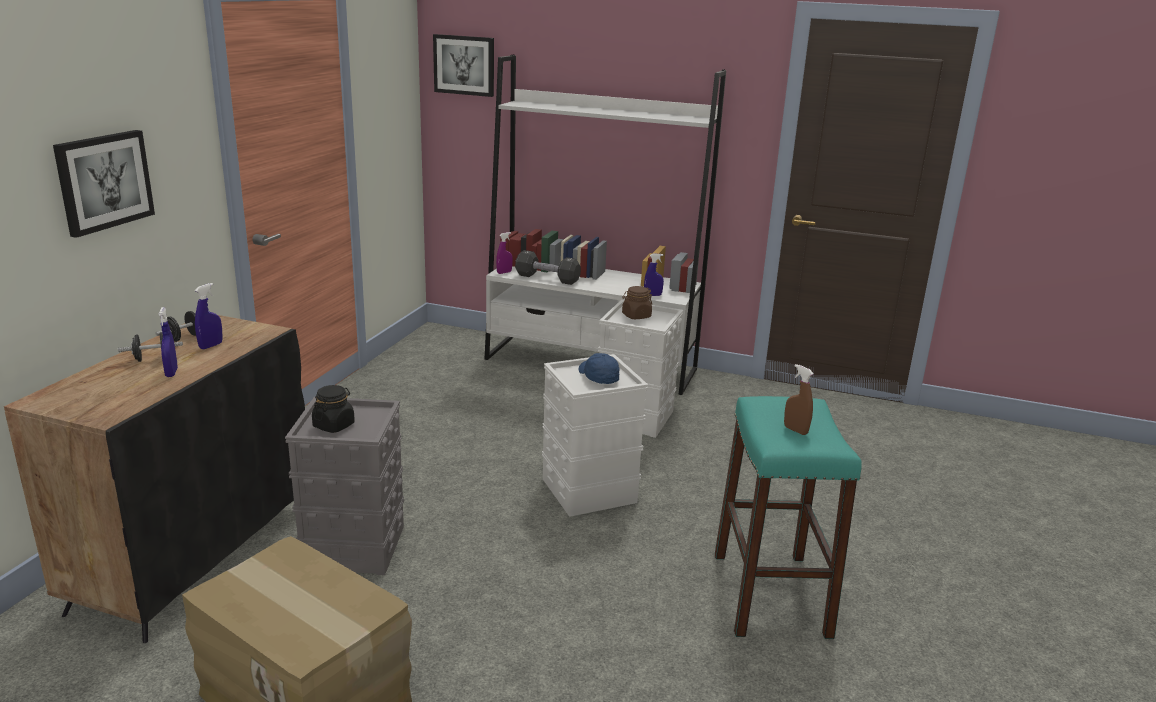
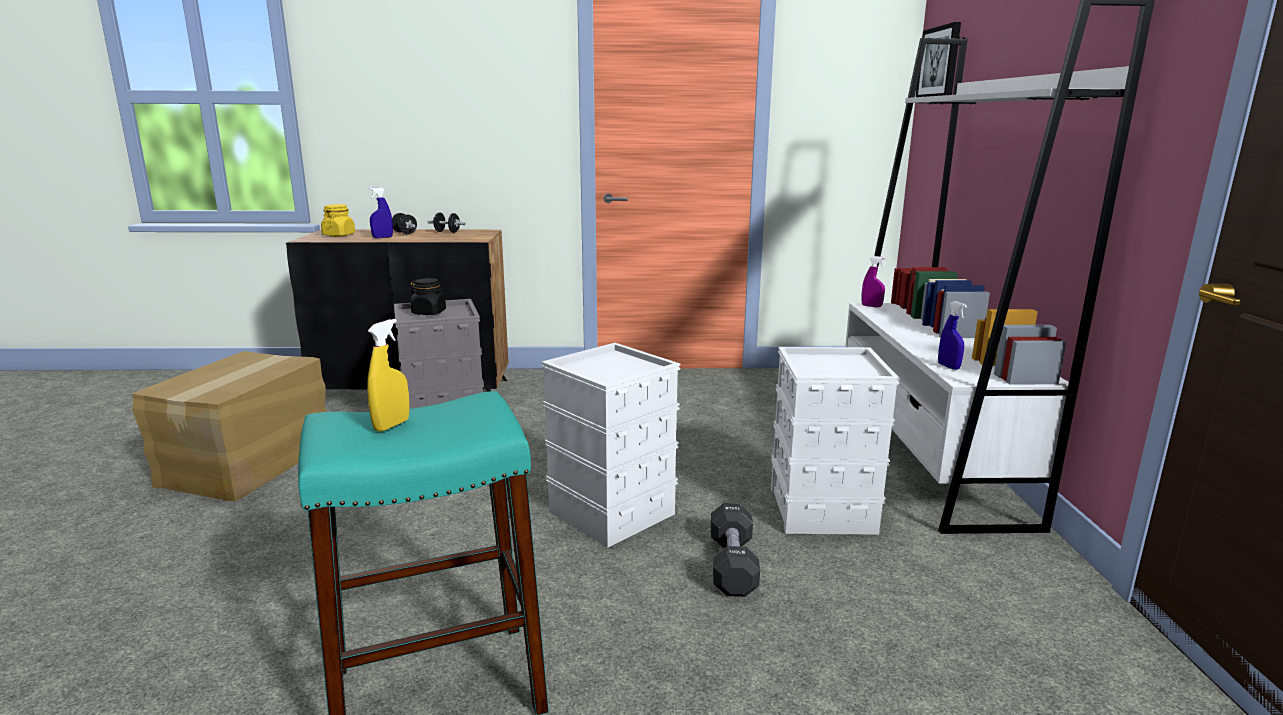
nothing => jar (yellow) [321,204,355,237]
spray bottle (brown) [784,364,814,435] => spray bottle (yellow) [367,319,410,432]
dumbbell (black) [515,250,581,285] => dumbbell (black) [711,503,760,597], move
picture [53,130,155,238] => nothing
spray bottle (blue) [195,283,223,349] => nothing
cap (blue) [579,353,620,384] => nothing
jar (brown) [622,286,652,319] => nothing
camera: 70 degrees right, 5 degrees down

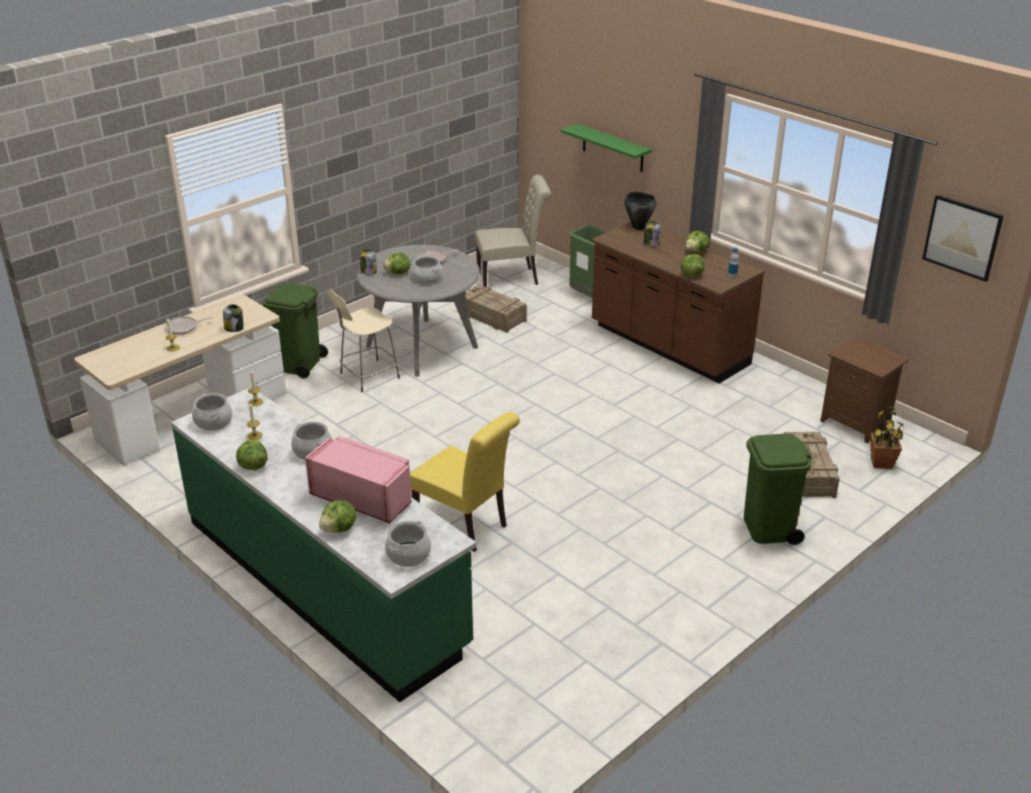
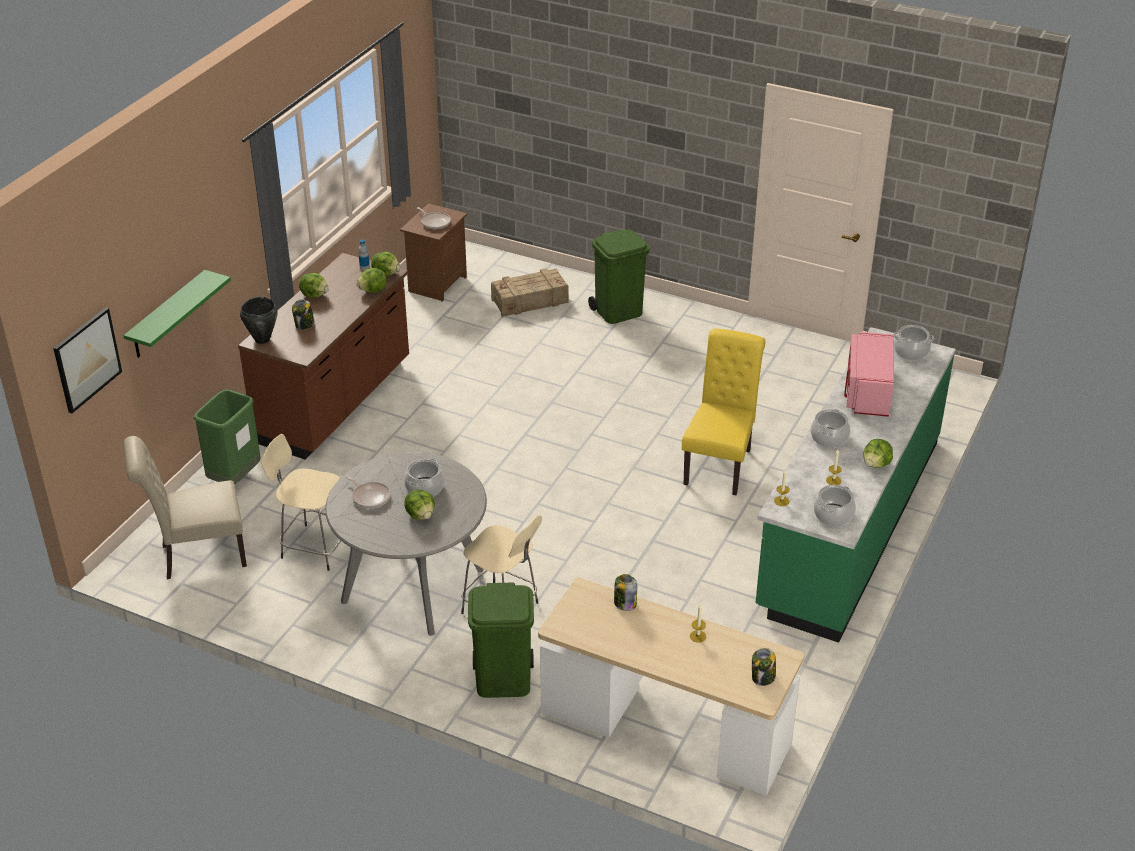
picture [922,195,1004,282] => picture [53,307,122,413], move
chair (beige) [474,175,551,287] => chair (beige) [124,436,247,579], 75 degrees counterclockwise
crate [465,285,527,333] => stool (beige) [262,434,341,571]
lettuce [319,500,356,533] => lettuce [371,252,400,276], move
frying pan [165,317,213,335] => frying pan [417,207,451,229], move
jar [360,249,377,275] => jar [752,648,776,686], move
potted plant [870,405,905,469] => nothing
camera: 110 degrees left, 5 degrees up

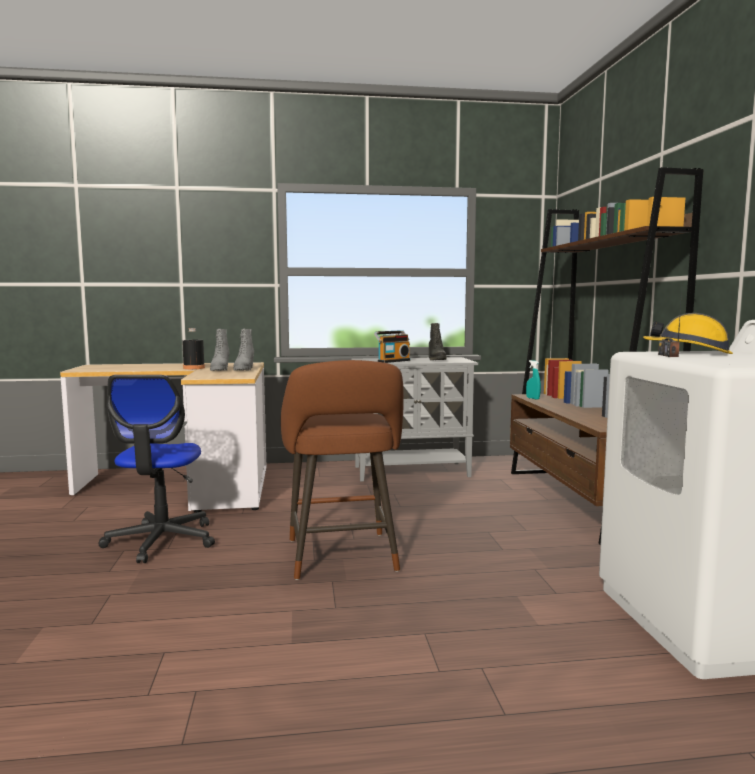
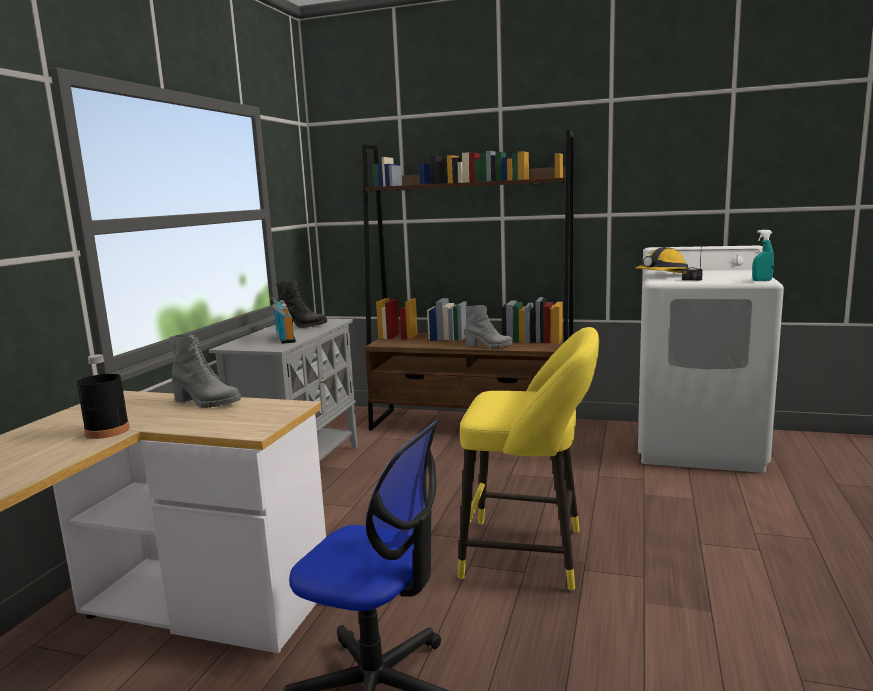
stool (brown) [281,360,404,580] => stool (yellow) [457,327,599,591]
boot (grey) [210,329,229,371] => boot (grey) [465,305,513,349], move
spray bottle (turquoise) [526,360,541,400] => spray bottle (turquoise) [752,230,774,281], move
camera: 65 degrees left, 5 degrees up

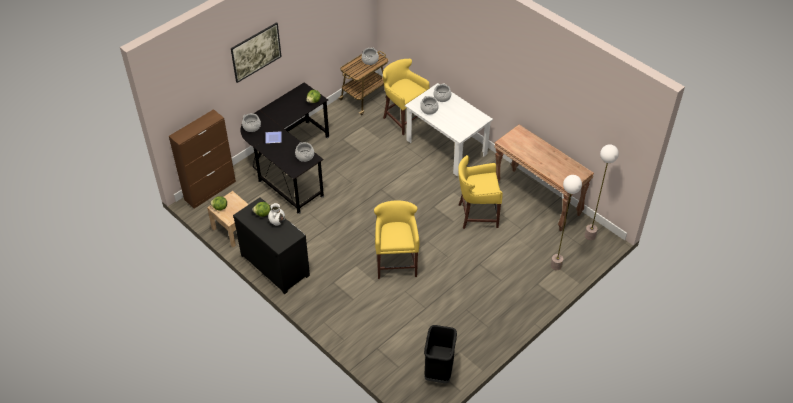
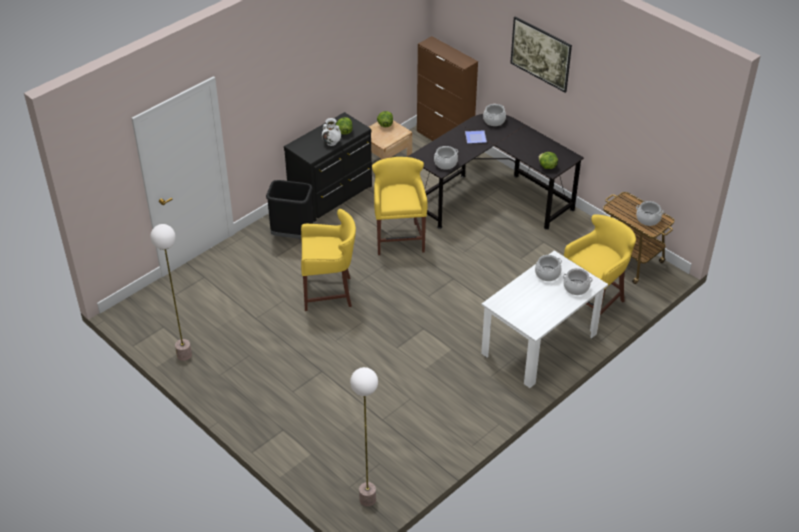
floor lamp [551,175,582,270] => floor lamp [150,224,192,361], move
trash can (black) [424,325,457,383] => trash can (black) [266,180,314,239], move
stool (yellow) [458,155,503,229] => stool (yellow) [372,157,428,255], move
console table (brown) [494,124,594,231] => nothing
camera: 90 degrees right, 5 degrees down

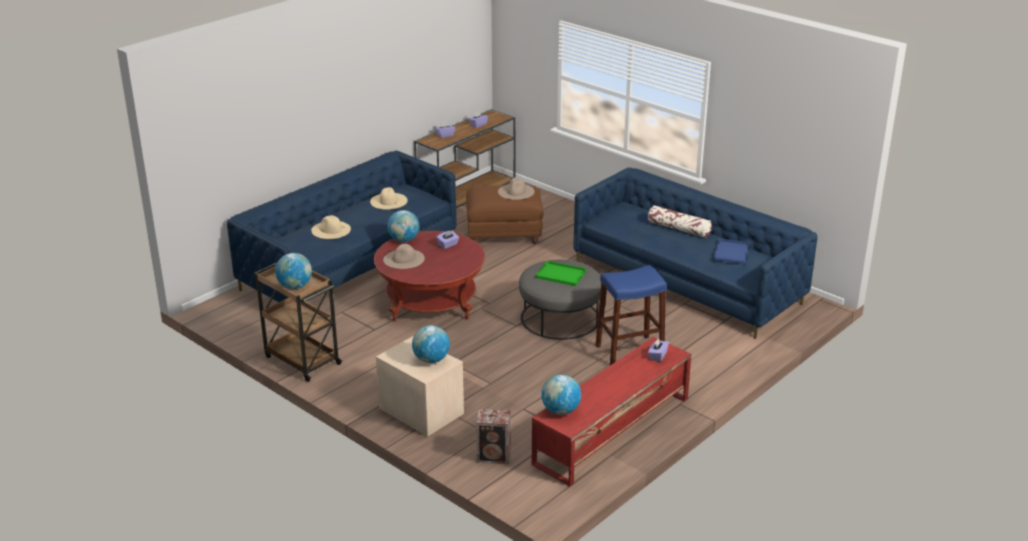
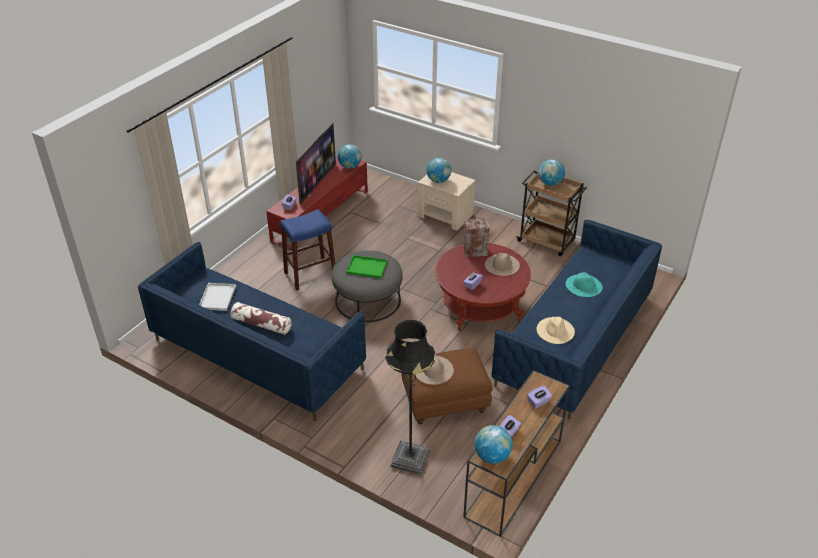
tray (blue) [713,238,750,264] => tray (white) [199,283,236,311]
nothing => television [296,123,336,205]
nothing => floor lamp (black) [385,320,436,475]
speaker [476,409,510,464] => speaker [463,218,489,257], move
globe [387,210,419,242] => globe [474,425,512,464], move
hat (beige) [311,215,351,239] => hat (turquoise) [566,272,603,297]
camera: 170 degrees right, 10 degrees up

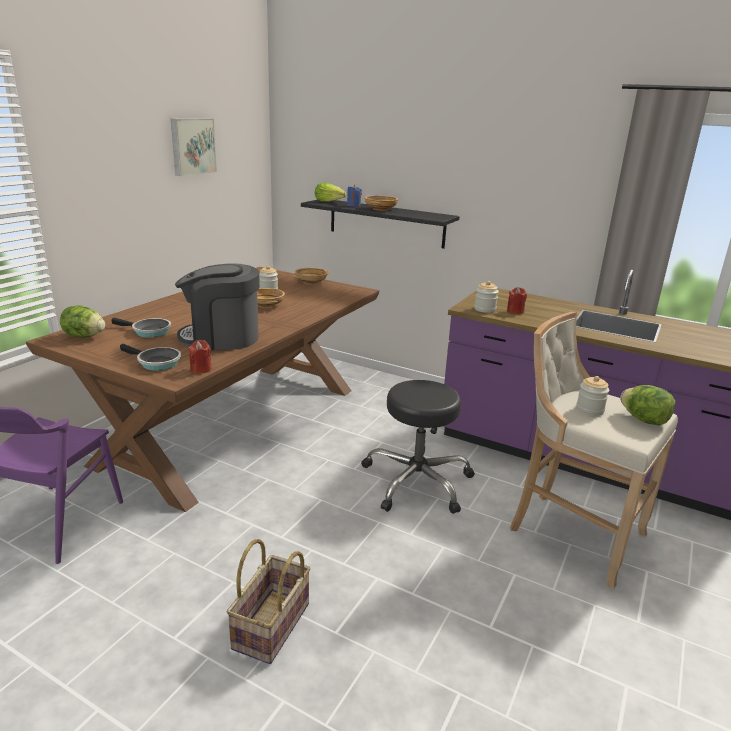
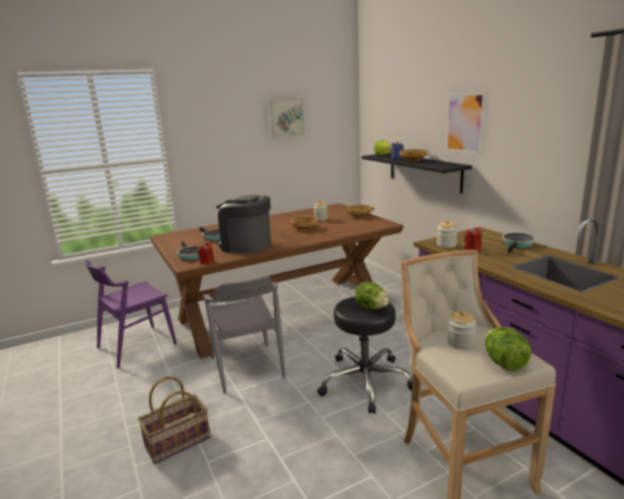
nothing => chair (grey) [204,276,286,393]
lettuce [60,305,105,338] => lettuce [355,282,389,309], move
nothing => picture [446,92,486,155]
nothing => frying pan [502,232,536,254]
camera: 35 degrees right, 5 degrees down

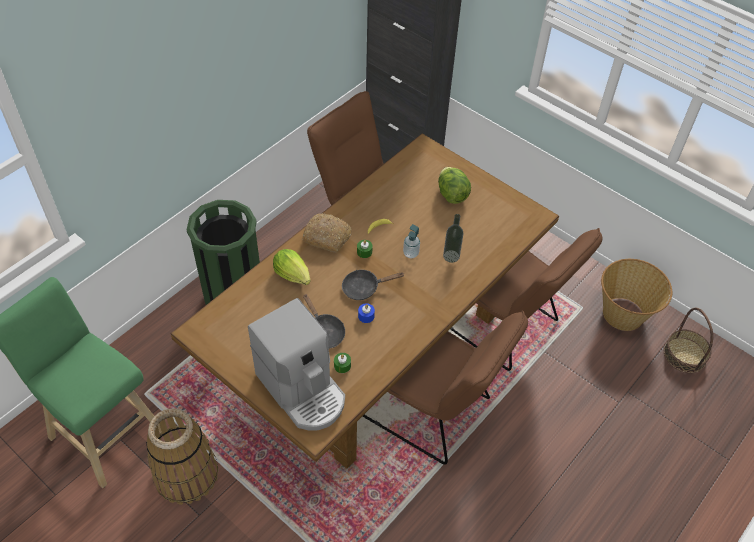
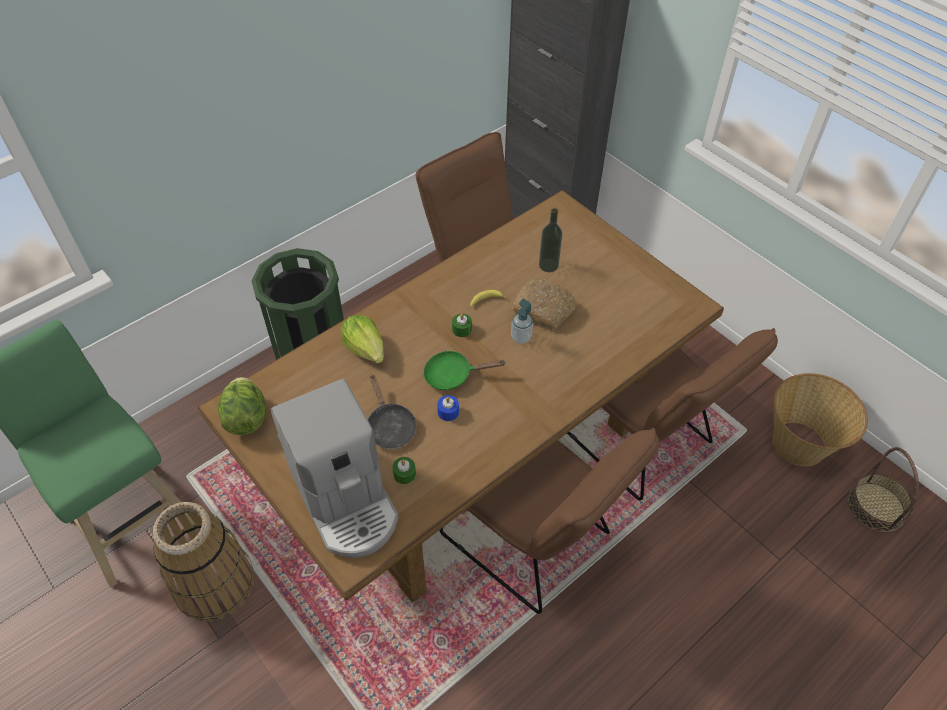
lettuce [438,167,471,204] => lettuce [218,377,265,435], move
frying pan (black) [342,270,405,300] => frying pan (green) [423,351,506,390]
bread [302,213,352,252] => bread [512,278,576,329], move
bottle [443,214,463,263] => bottle [539,208,563,272], move
camera: 10 degrees right, 0 degrees up

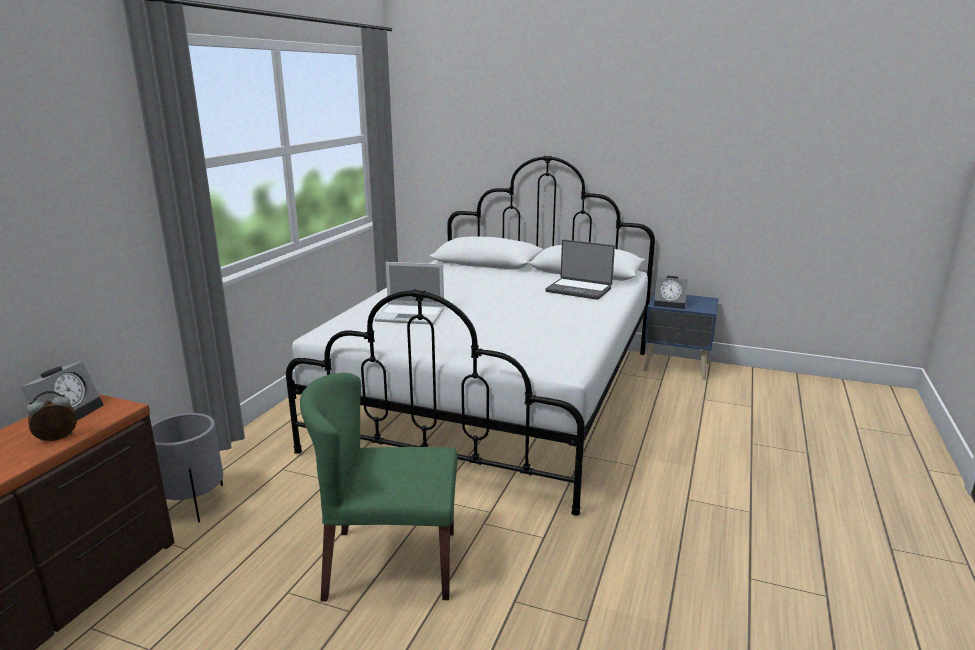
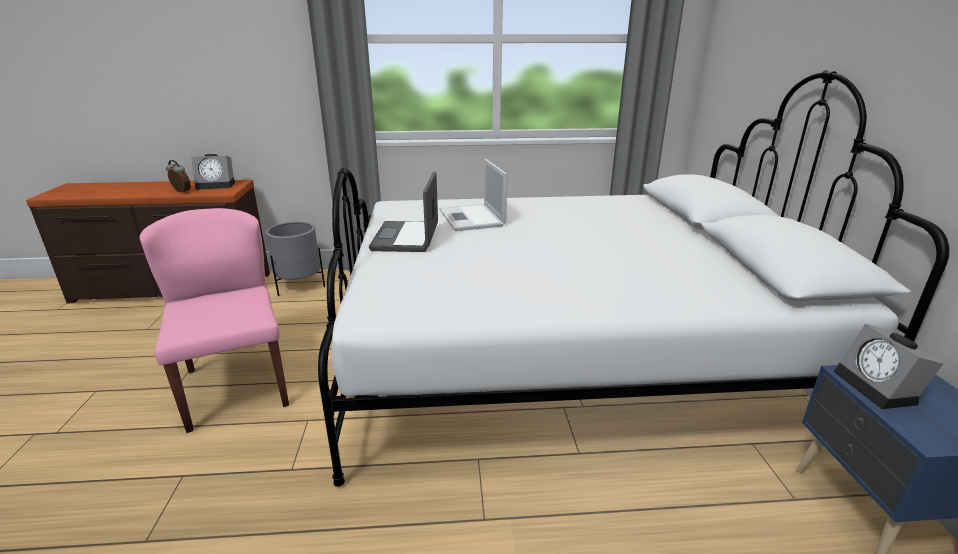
chair (green) [300,373,458,602] => chair (pink) [139,208,289,433]
laptop [545,240,615,300] => laptop [369,172,438,252], move
camera: 65 degrees right, 5 degrees up

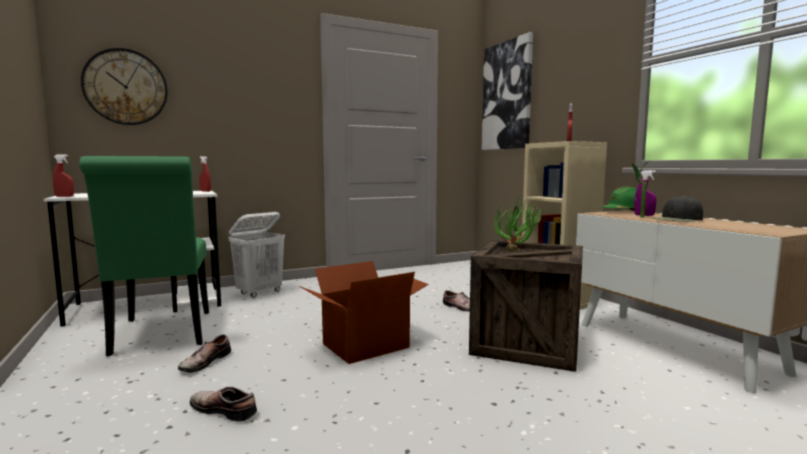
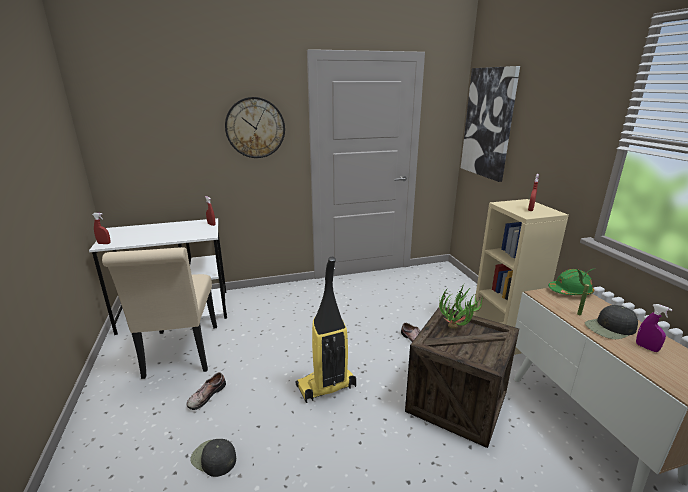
chair (green) [79,156,209,356] => chair (beige) [102,247,217,379]
shoe [190,387,257,422] => cap (black) [190,439,236,477]
wall clock [81,48,168,125] => wall clock [225,97,285,158], move
cardboard box [300,261,429,364] => vacuum cleaner [296,257,356,403]
spray bottle (purple) [634,170,656,216] => spray bottle (purple) [636,304,672,352], move
laundry basket (white) [229,212,285,298] => nothing
camera: 10 degrees right, 15 degrees up

